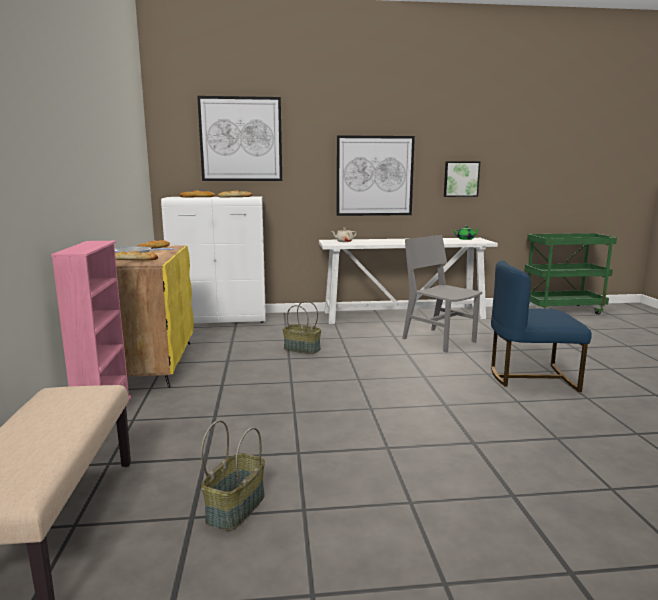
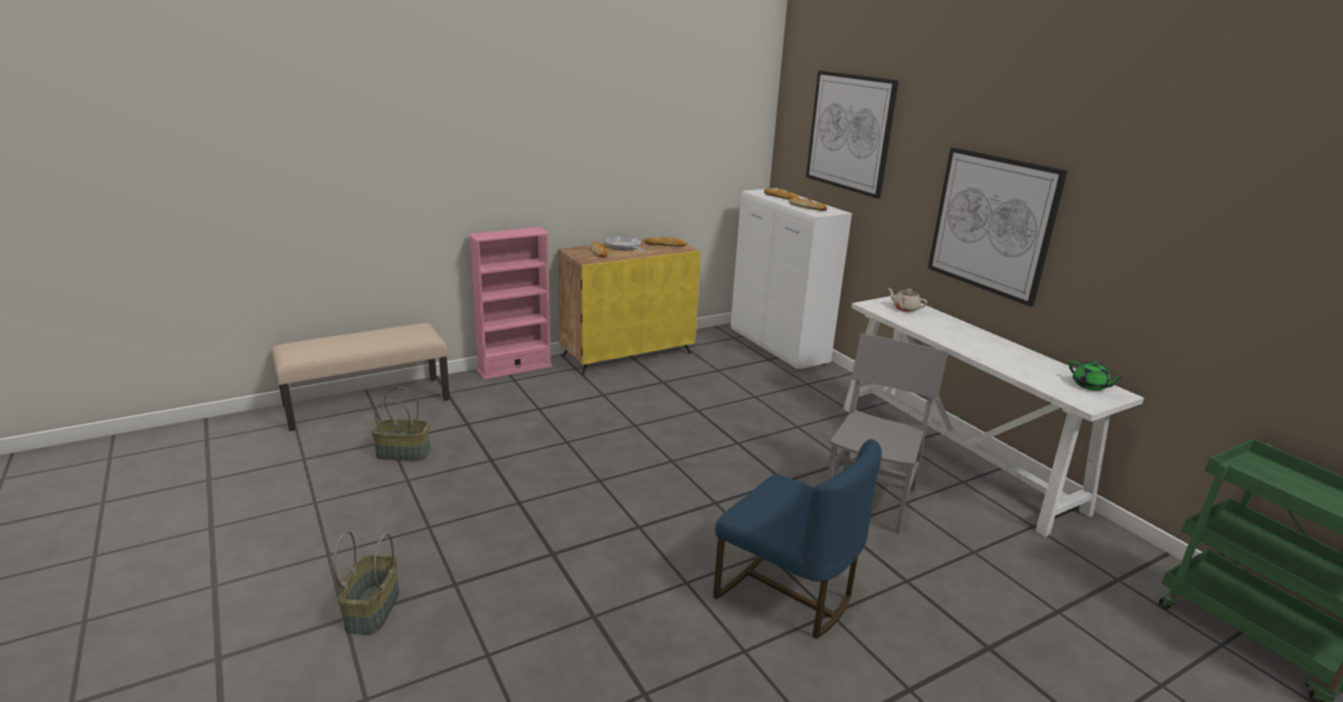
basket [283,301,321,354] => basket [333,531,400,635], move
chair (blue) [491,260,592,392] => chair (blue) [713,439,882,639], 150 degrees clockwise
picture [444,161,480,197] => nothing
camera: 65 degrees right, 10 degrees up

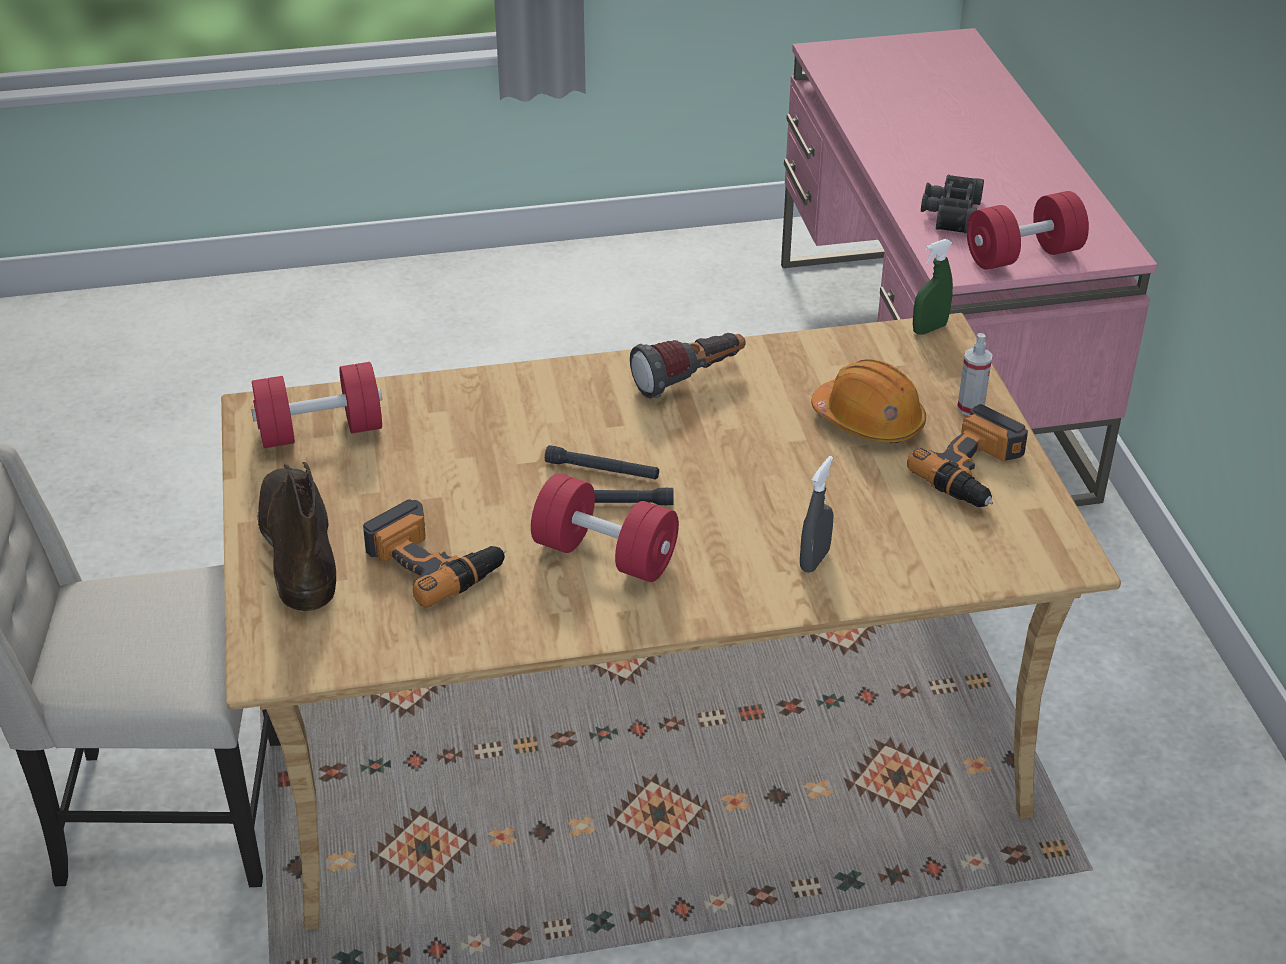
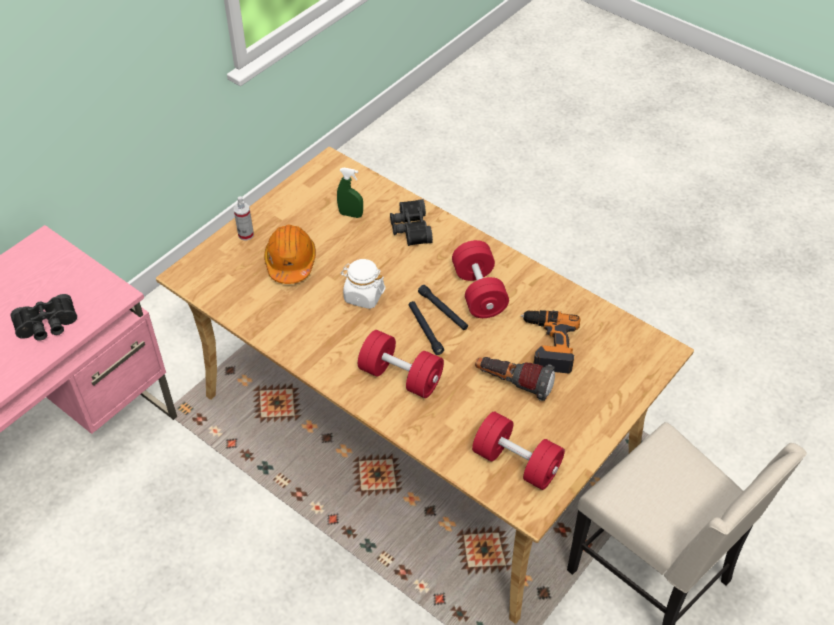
spray bottle (green) [913,239,953,335] => spray bottle (green) [337,168,363,218], move
nothing => jar (white) [340,259,385,309]
dumbbell (red) [967,191,1089,270] => dumbbell (red) [358,330,444,398], move
spray bottle (grey) [800,456,834,573] => binoculars (black) [390,199,433,246]
flashlight [630,333,746,399] => flashlight [475,357,555,401], move
boot (brown) [256,462,336,612] => nothing
power drill [907,404,1028,507] => nothing
camera: 130 degrees left, 10 degrees up

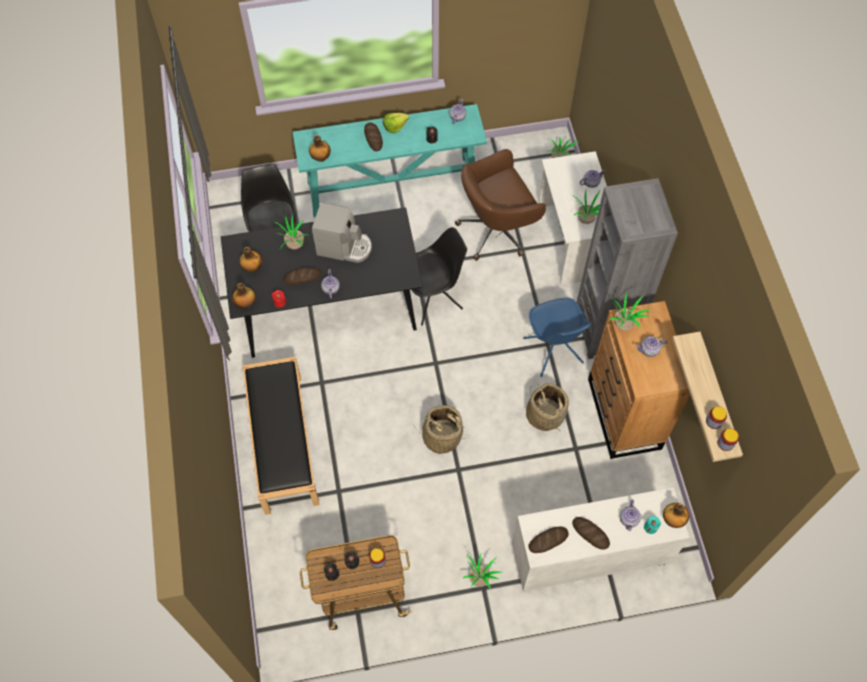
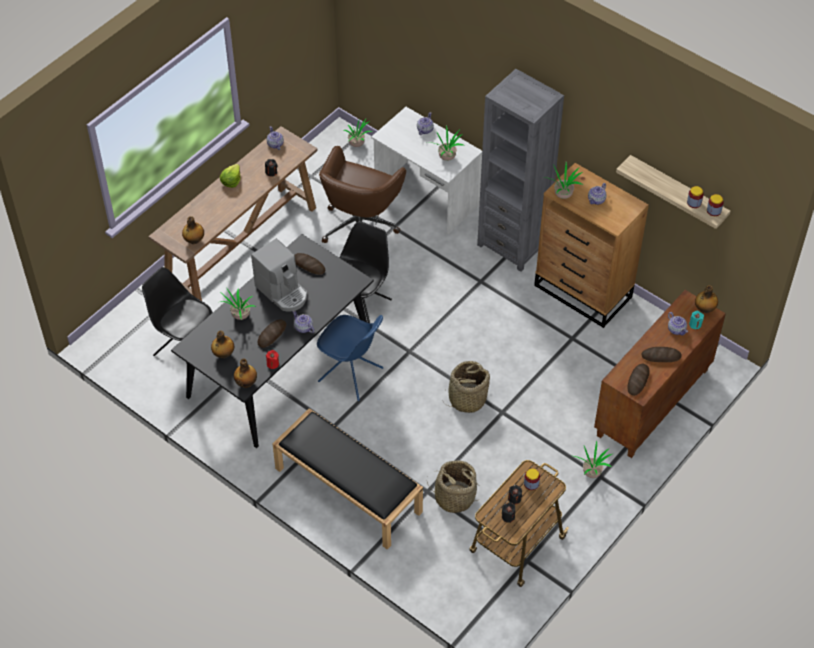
console table (turquoise) [293,104,487,217] => console table (brown) [148,126,317,301]
coffee machine [312,202,372,263] => coffee machine [251,238,307,312], 75 degrees clockwise
bread [364,122,383,151] => bread [295,253,325,275], move
chair (blue) [523,298,592,377] => chair (blue) [317,315,384,401], move
basket [526,383,569,431] => basket [427,460,480,513], move
cabinet (white) [512,487,689,592] => cabinet (brown) [594,290,726,458]
camera: 40 degrees left, 10 degrees down

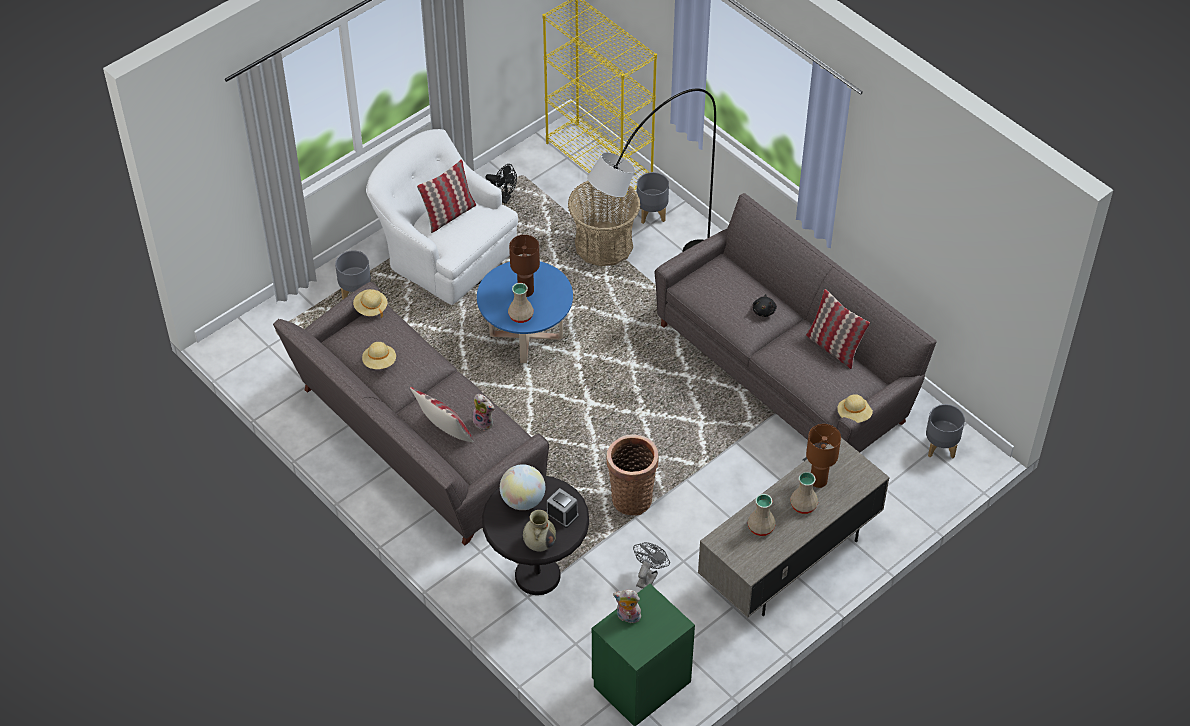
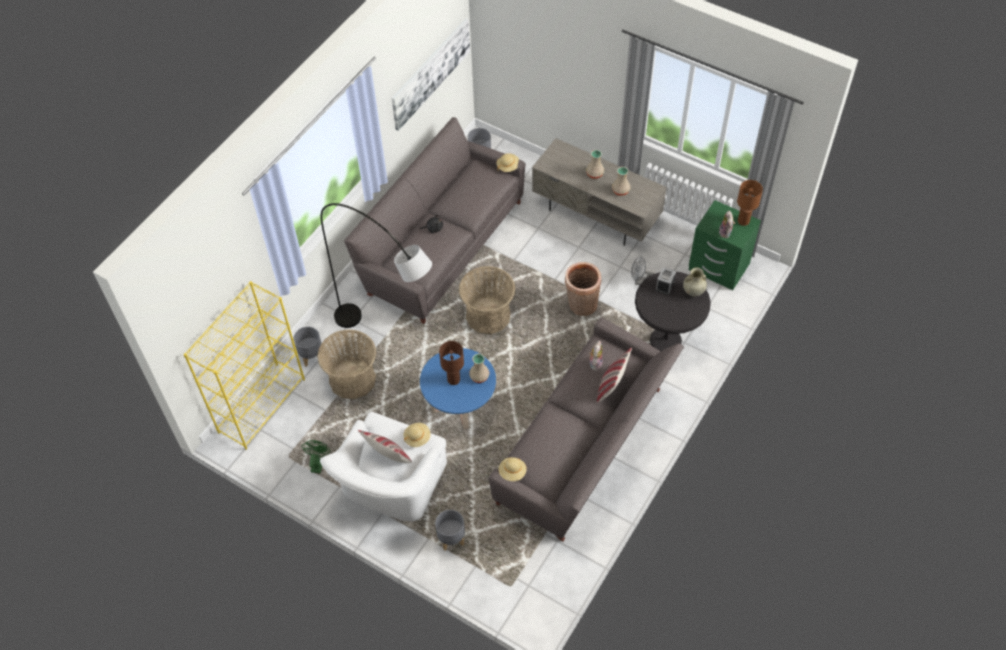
fan (black) [485,164,517,204] => fan (green) [301,440,331,473]
nothing => picture [392,18,470,131]
hat (beige) [362,342,396,369] => hat (beige) [404,423,431,447], move
nothing => basket [459,266,515,334]
table lamp (brown) [806,424,841,488] => table lamp (brown) [737,180,763,226], move
globe [500,464,545,510] => nothing
pillow [806,289,870,369] => nothing
camera: 105 degrees left, 5 degrees up

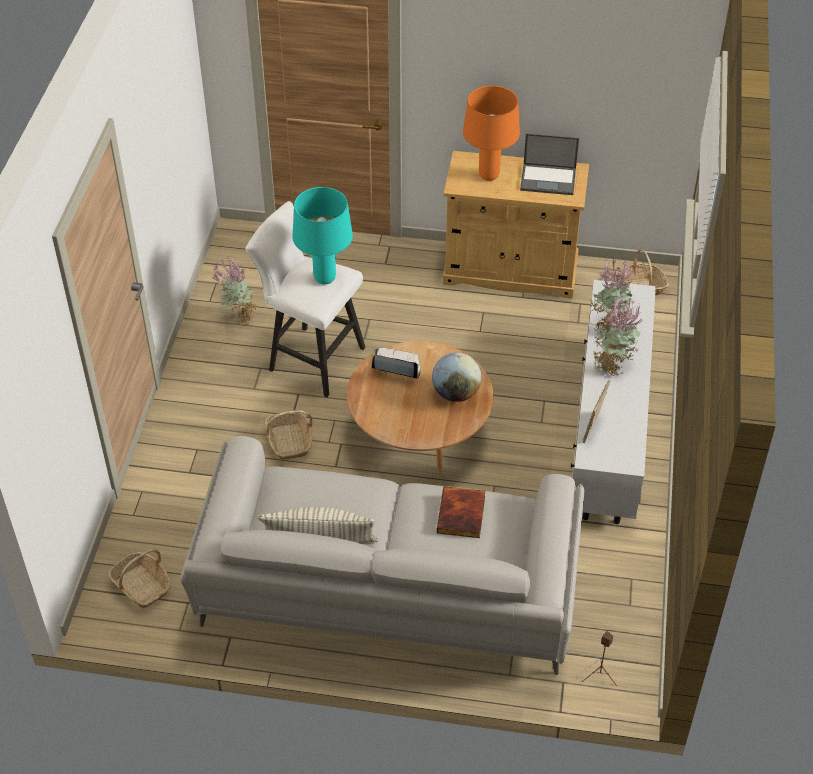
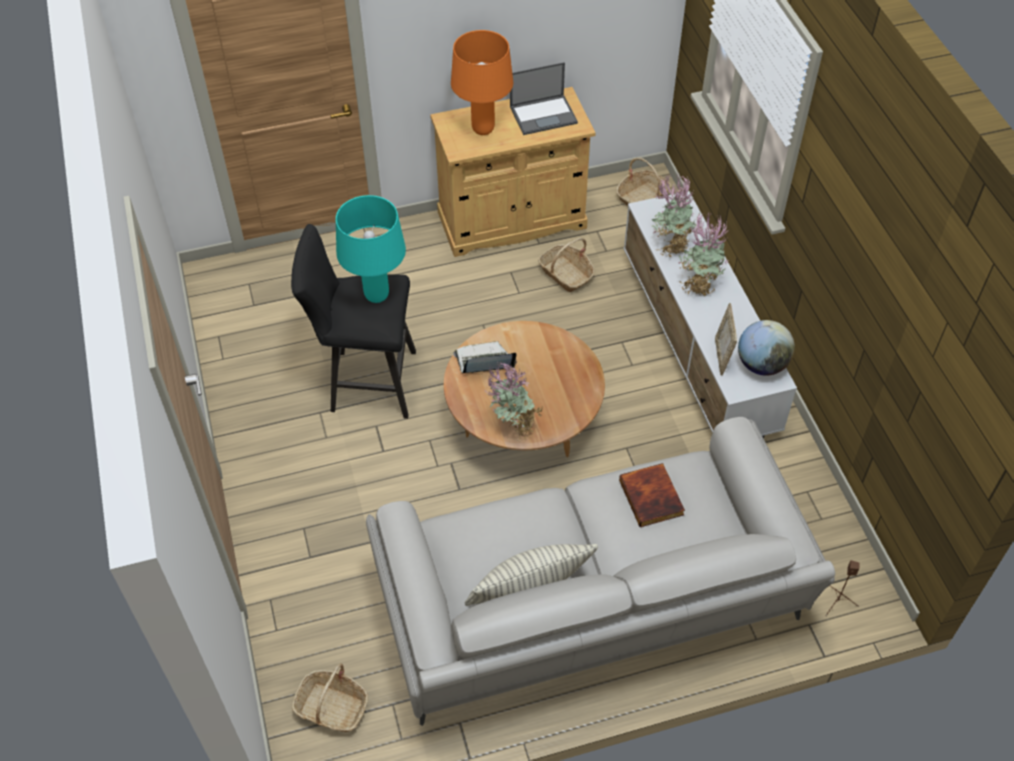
stool (white) [246,201,365,397] => stool (black) [291,224,416,419]
potted plant [212,257,256,328] => potted plant [485,362,543,441], move
basket [265,410,312,460] => basket [538,238,595,292], move
globe [432,352,482,402] => globe [738,320,795,376], move
camera: 25 degrees left, 5 degrees up

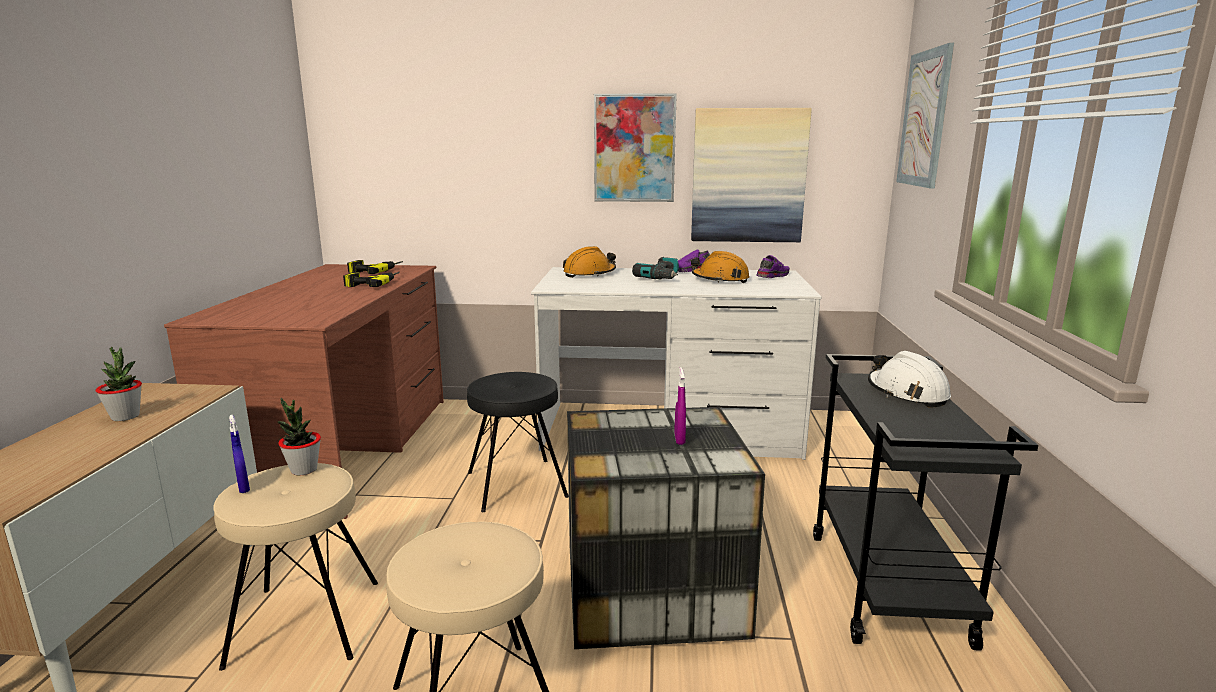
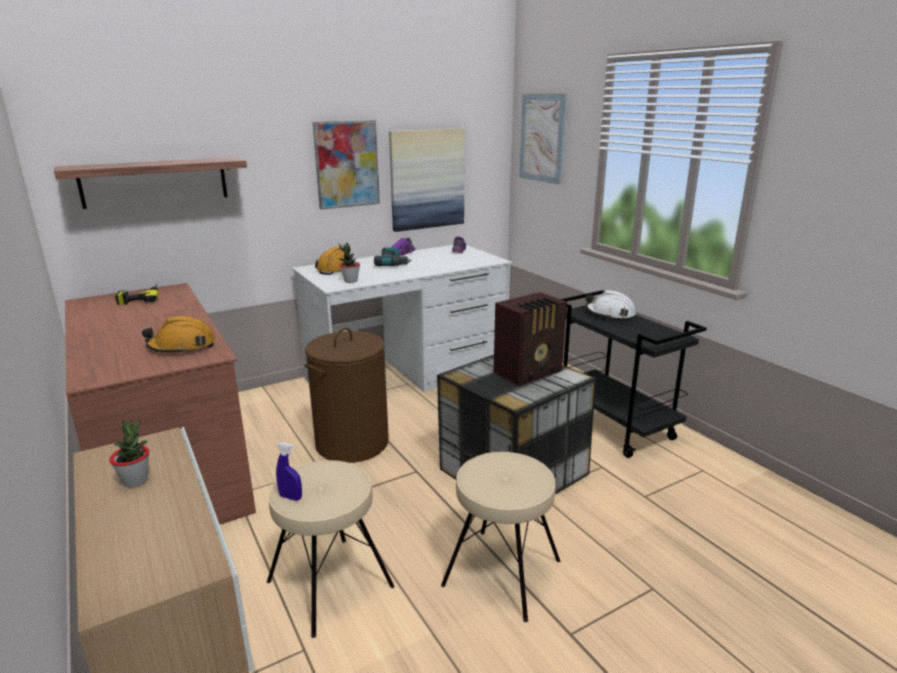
nothing => shelf [54,157,247,209]
hard hat (orange) [691,251,750,283] => hard hat (orange) [142,316,215,354], move
stool (black) [467,372,569,512] => laundry basket (brown) [305,328,389,463]
potted plant [277,398,321,475] => potted plant [338,243,360,283], move
spray bottle (purple) [674,367,686,445] => radio [494,292,567,386]
power drill [343,272,400,287] => nothing
camera: 35 degrees left, 5 degrees up

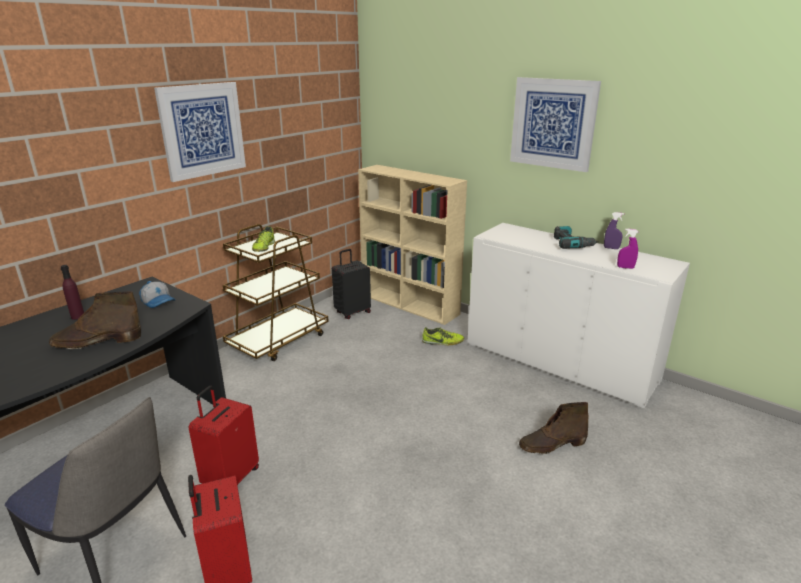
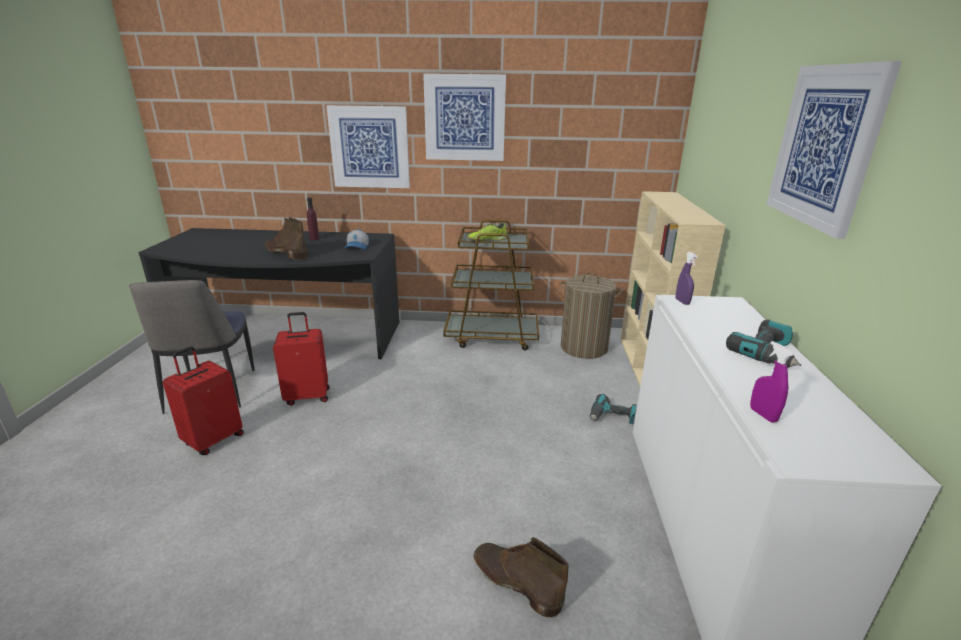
nothing => picture [326,105,410,188]
suitcase (black) [332,249,371,319] => laundry basket [560,272,623,359]
shoe [422,327,464,345] => power drill [590,394,637,425]
spray bottle (purple) [604,212,624,249] => spray bottle (purple) [676,252,698,305], move
camera: 55 degrees right, 0 degrees up

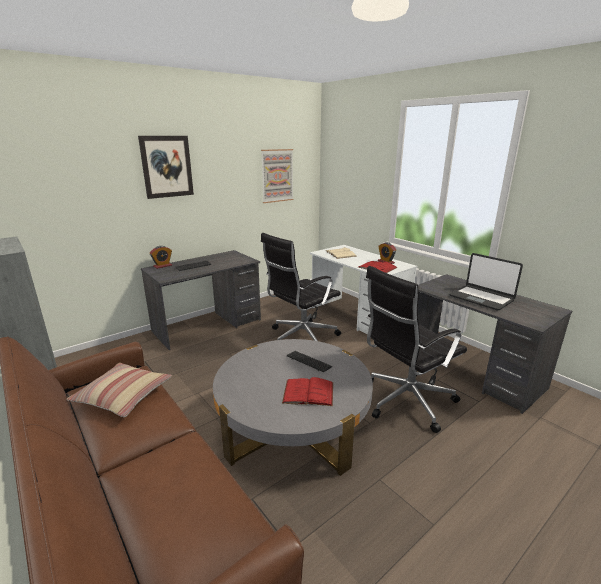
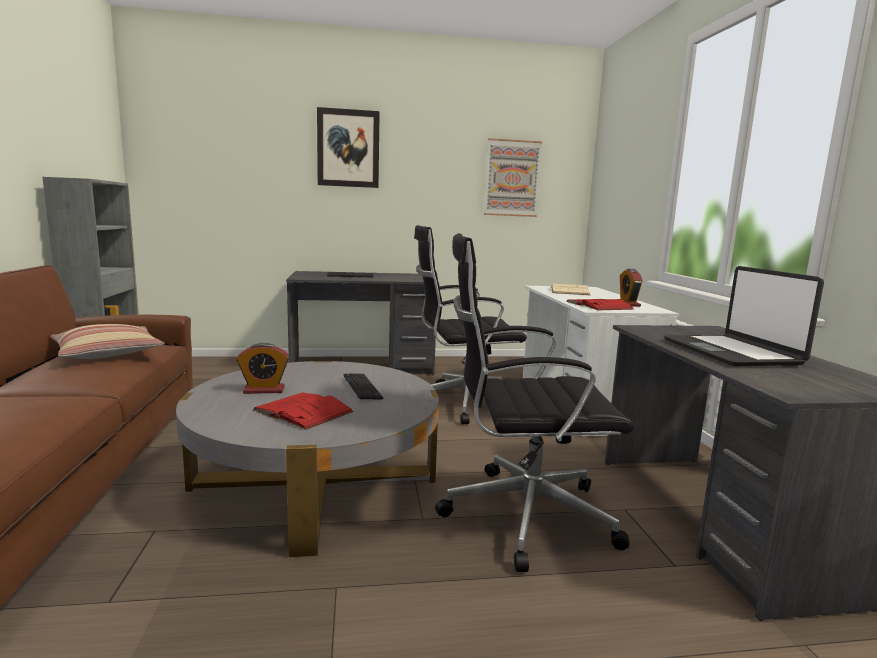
alarm clock [150,246,172,269] => alarm clock [237,343,289,394], move
camera: 30 degrees right, 10 degrees down

